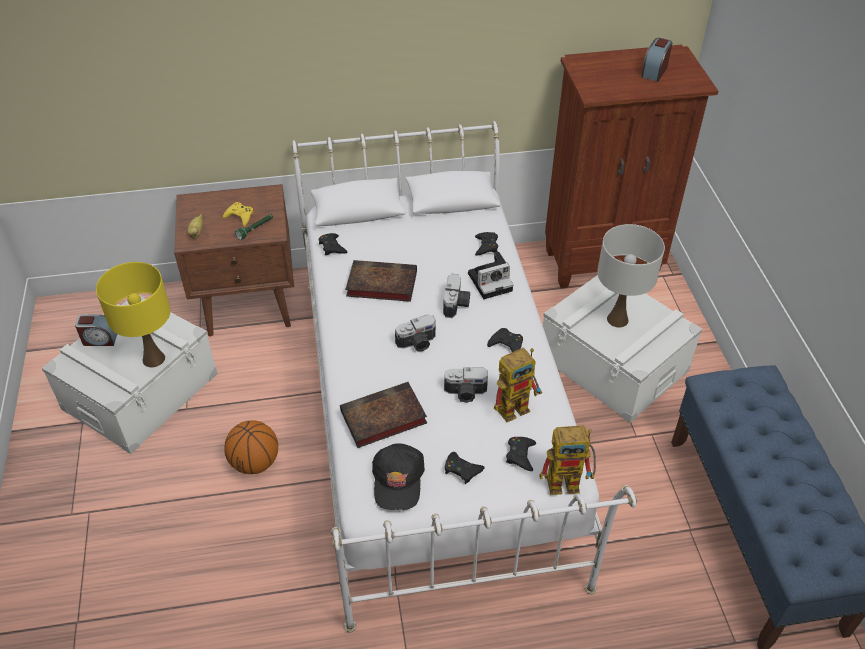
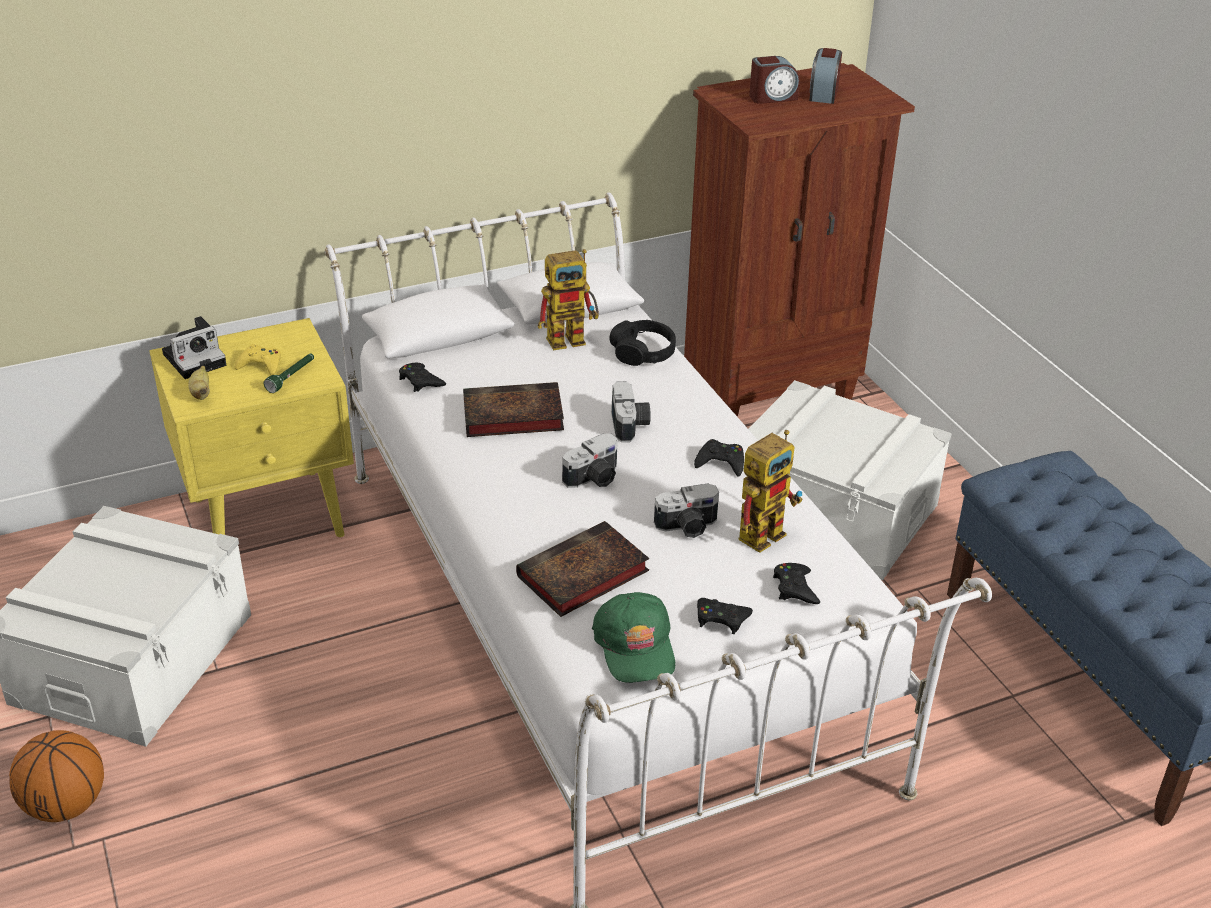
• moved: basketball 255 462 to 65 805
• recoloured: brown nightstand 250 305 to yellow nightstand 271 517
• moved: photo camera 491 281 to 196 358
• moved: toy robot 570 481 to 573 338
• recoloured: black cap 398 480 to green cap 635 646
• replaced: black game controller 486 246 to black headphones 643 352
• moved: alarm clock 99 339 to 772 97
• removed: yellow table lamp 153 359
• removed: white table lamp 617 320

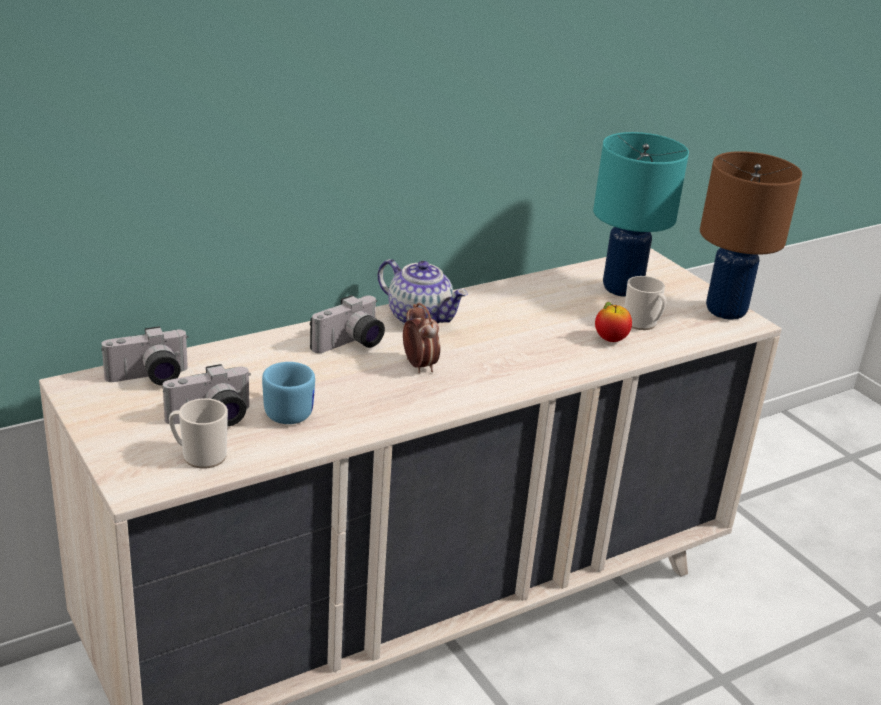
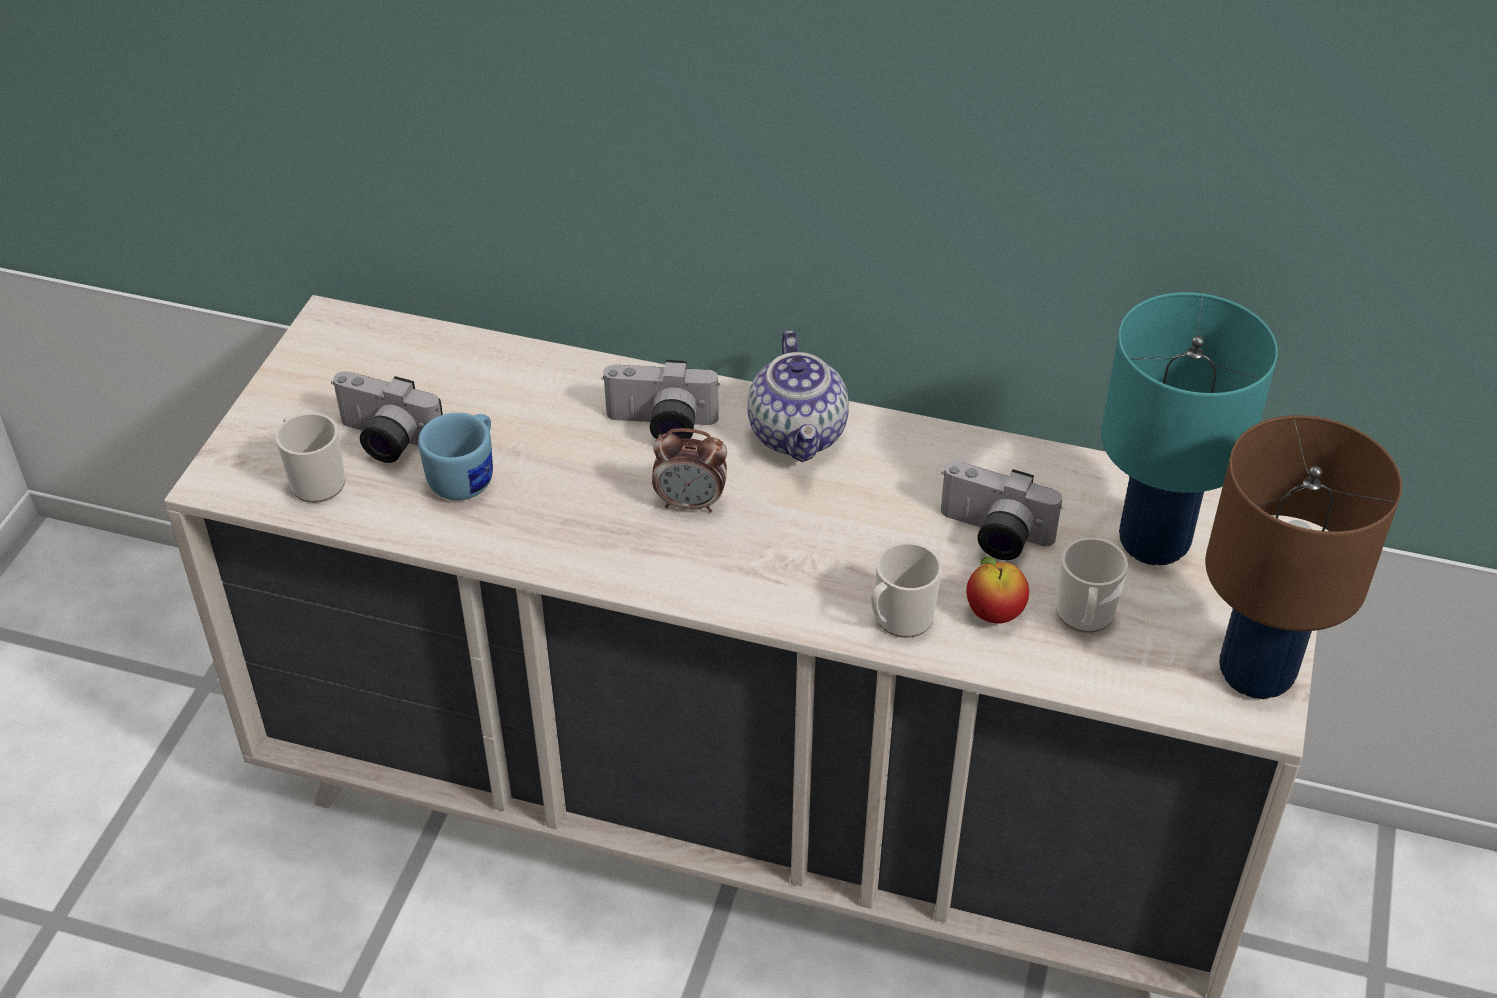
• turned: alarm clock 419 365 = 691 503 75 degrees clockwise
• added: mug 899 620
• moved: photo camera 149 379 to 992 536

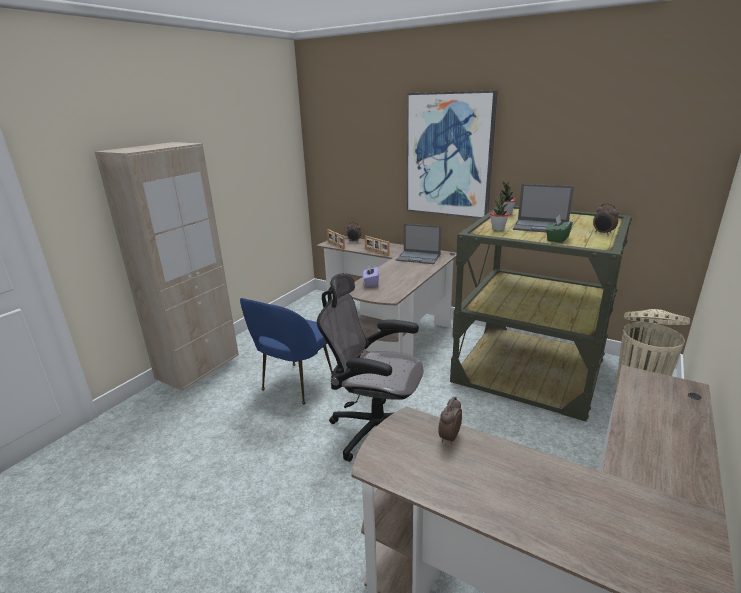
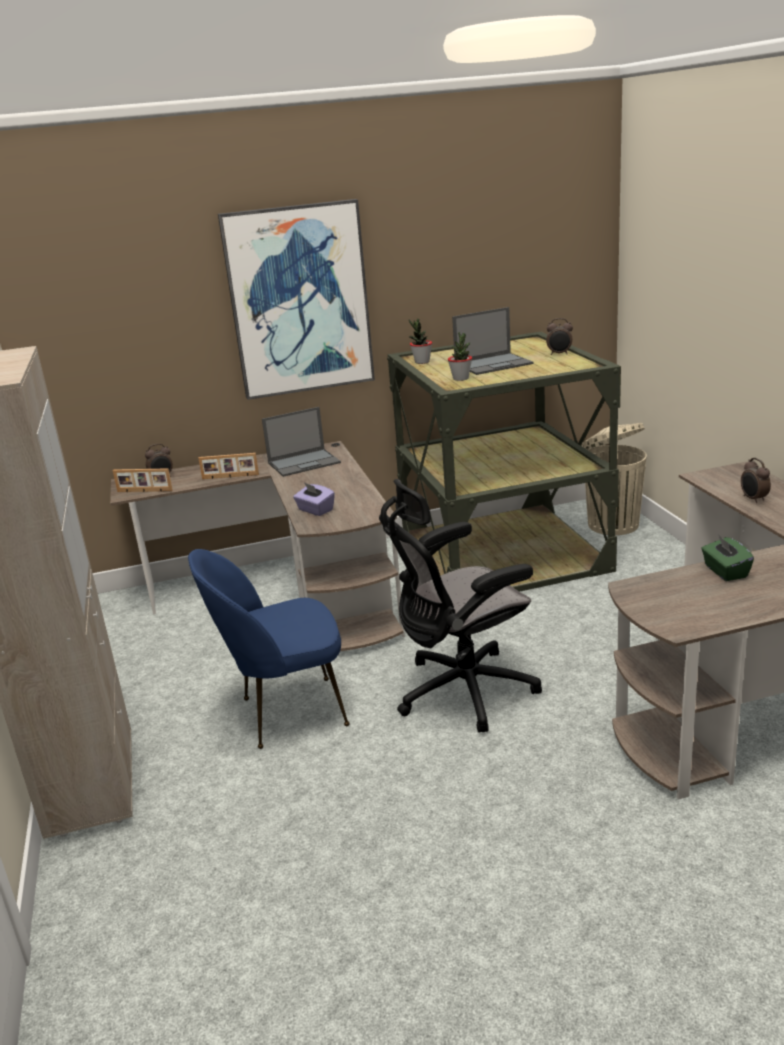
• turned: blue chair 294 386 = 284 714 90 degrees clockwise
• moved: green tissue box 557 239 to 725 571
• moved: alarm clock 449 437 to 753 499

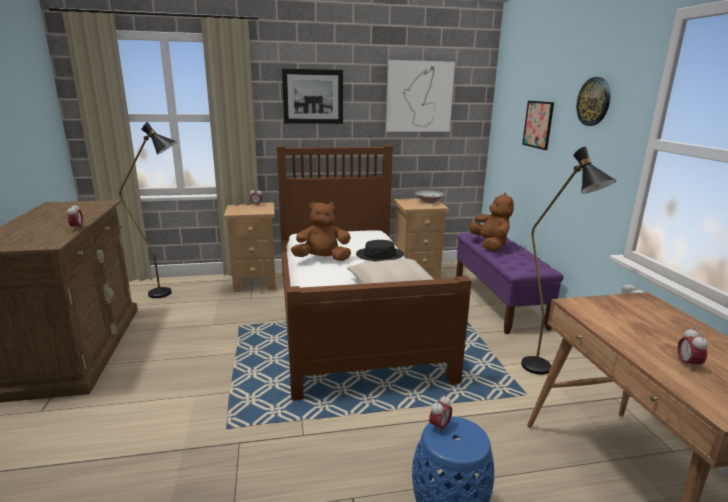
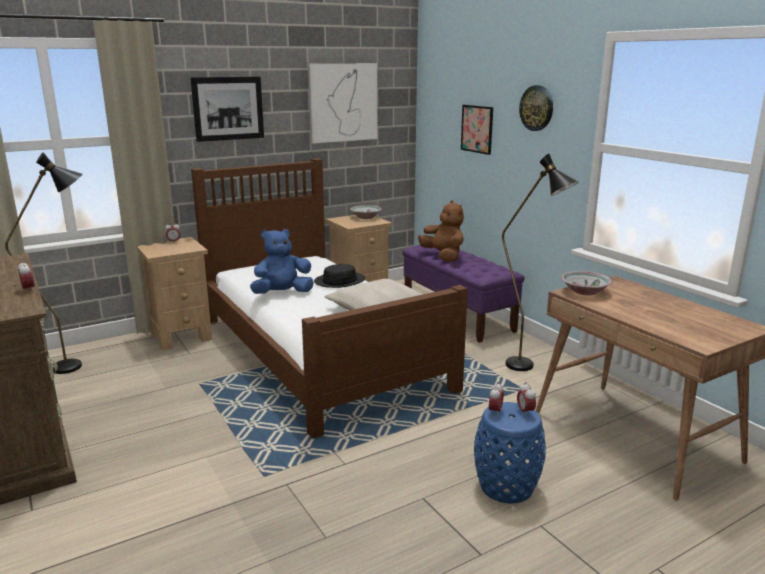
• recoloured: brown plush toy 322 259 to blue plush toy 282 293
• moved: alarm clock 687 364 to 525 412
• added: bowl 584 292

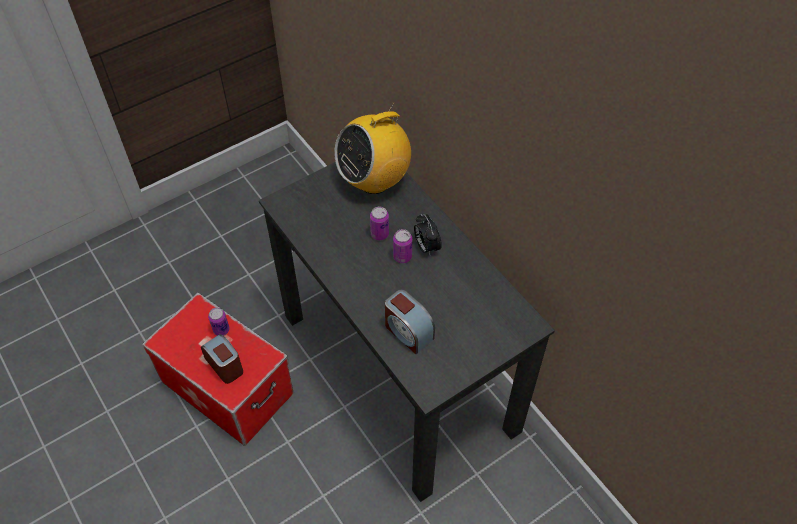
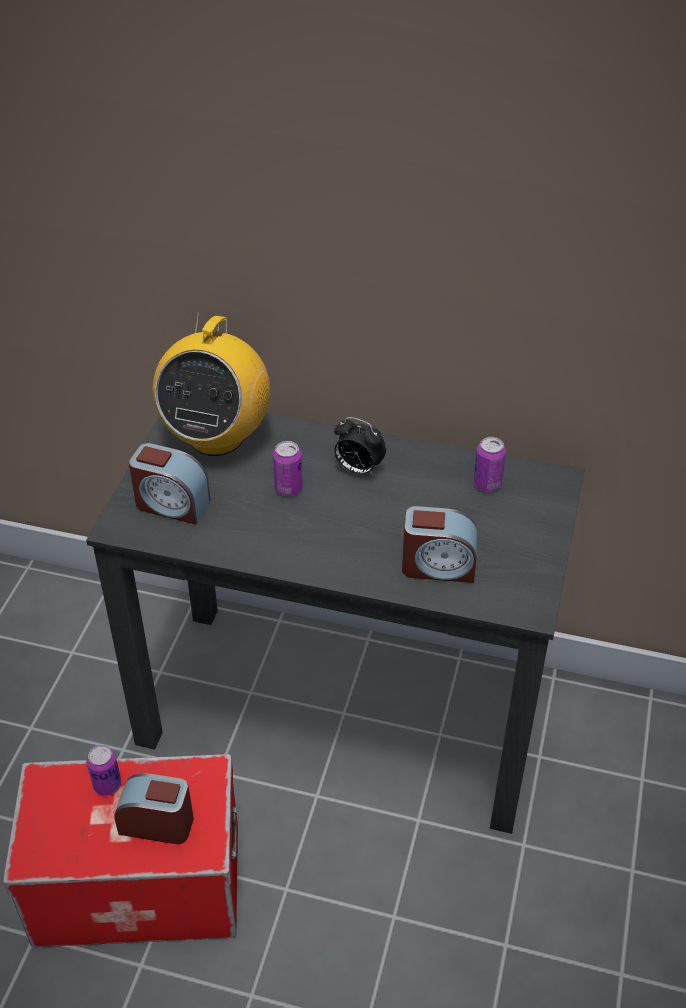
• added: alarm clock 171 504
• moved: can 402 257 to 487 484

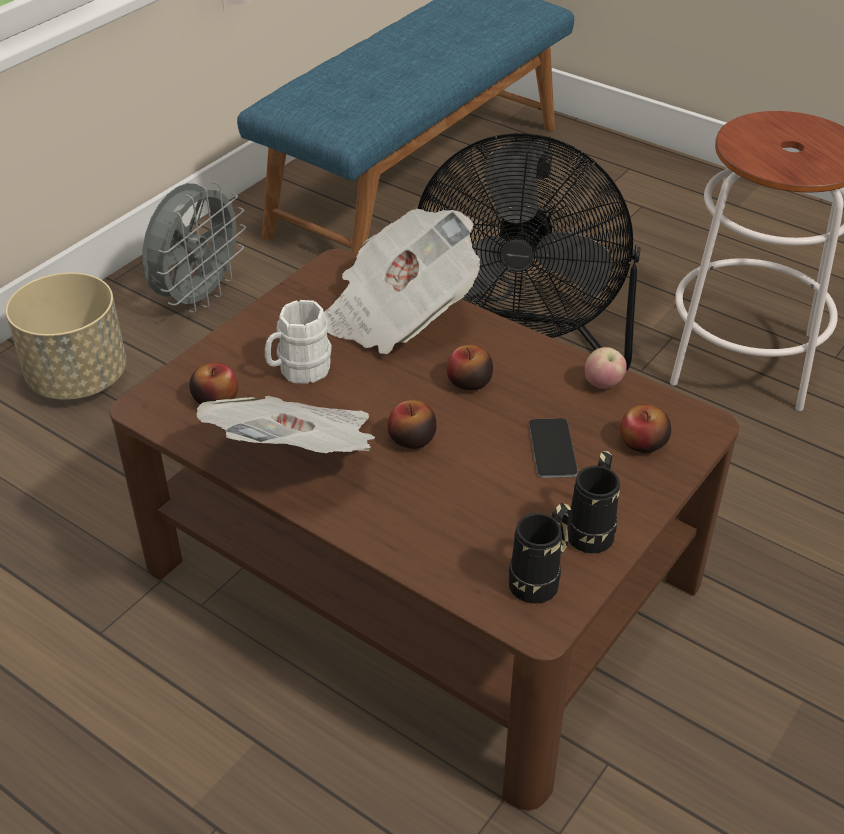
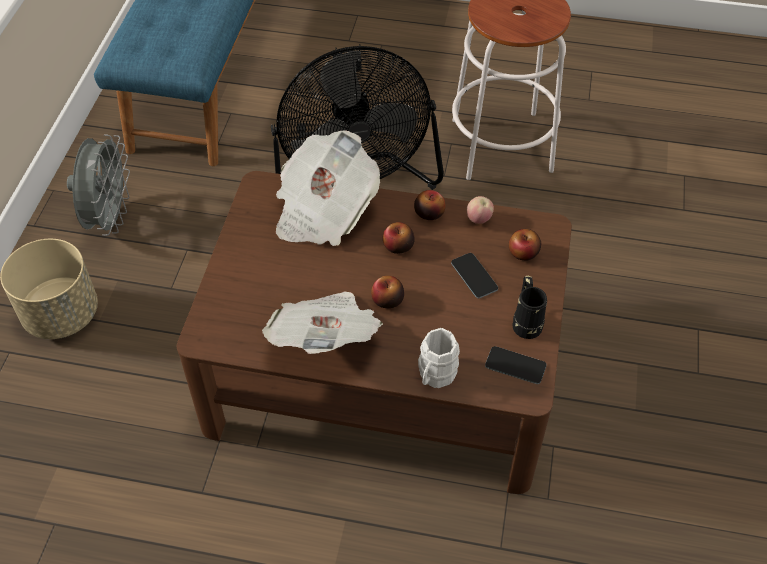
• moved: apple 216 399 to 429 213
• moved: white mug 298 370 to 435 375
• replaced: black mug 541 579 to phone 515 365

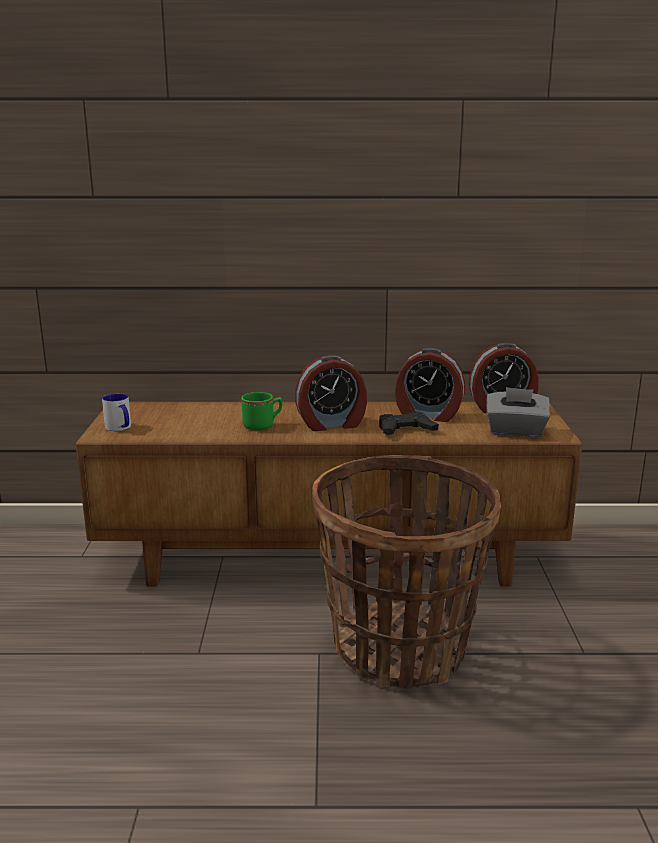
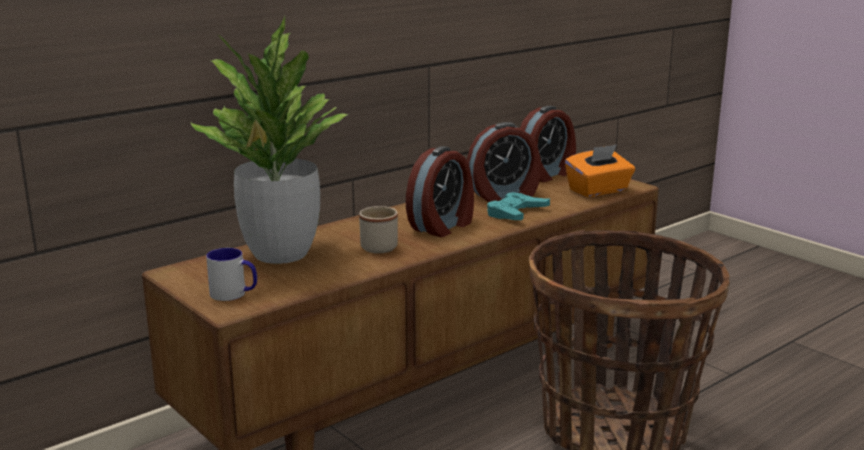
• added: potted plant 280 254
• recoloured: green mug 263 425 to beige mug 382 246
• recoloured: black game controller 405 430 to turquoise game controller 516 213
• recoloured: grey tissue box 515 431 to orange tissue box 598 190

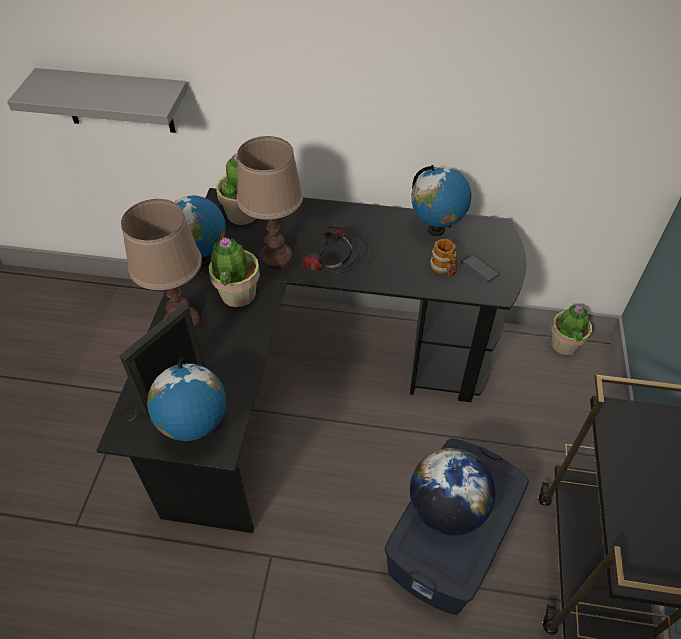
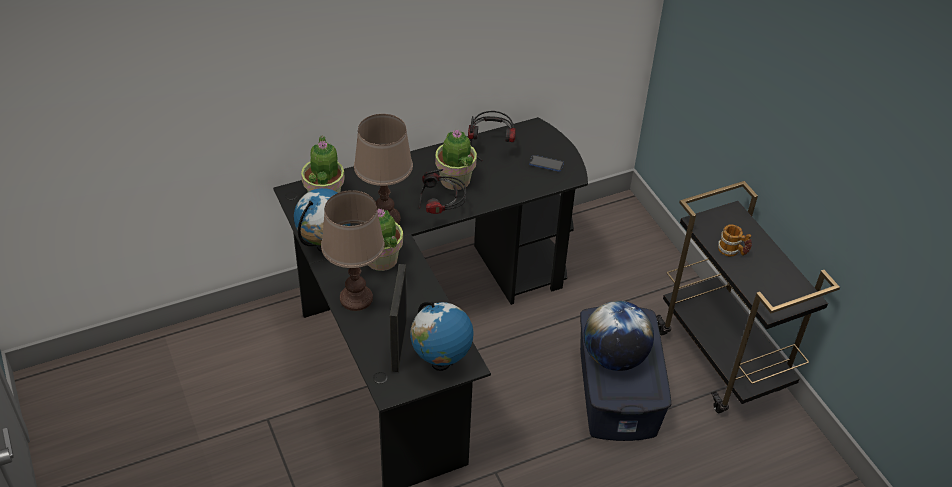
• moved: potted plant 564 345 to 455 180
• replaced: globe 436 230 to headphones 491 147
• moved: mug 444 269 to 732 251
• removed: grey shelf 117 101

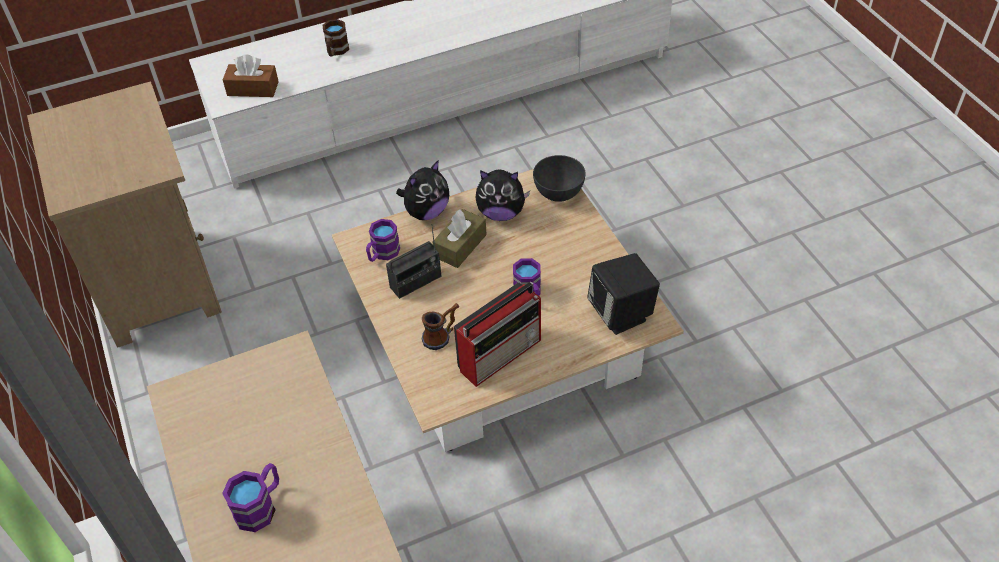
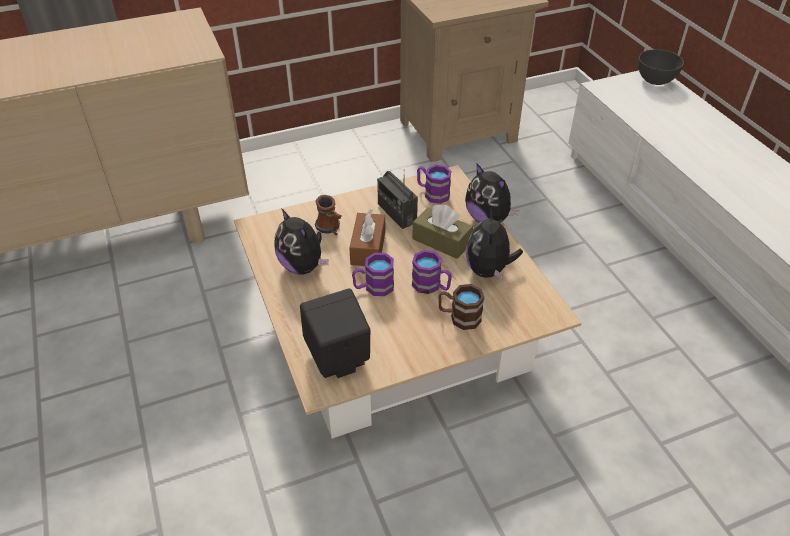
• replaced: radio 501 353 to plush toy 303 266
• moved: brown tissue box 253 89 to 368 248
• moved: purple mug 260 506 to 431 286
• moved: brown mug 336 51 to 459 317
• moved: grey bowl 558 193 to 655 80

